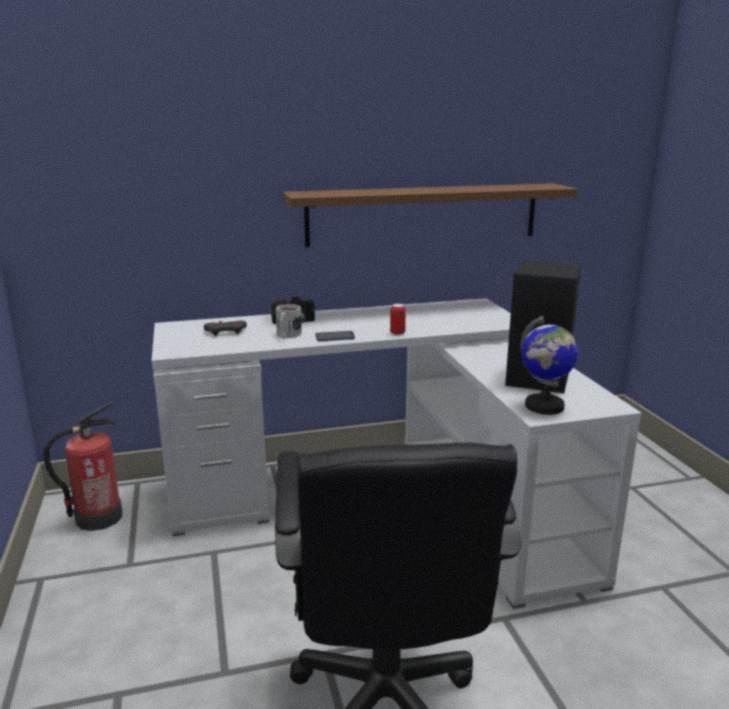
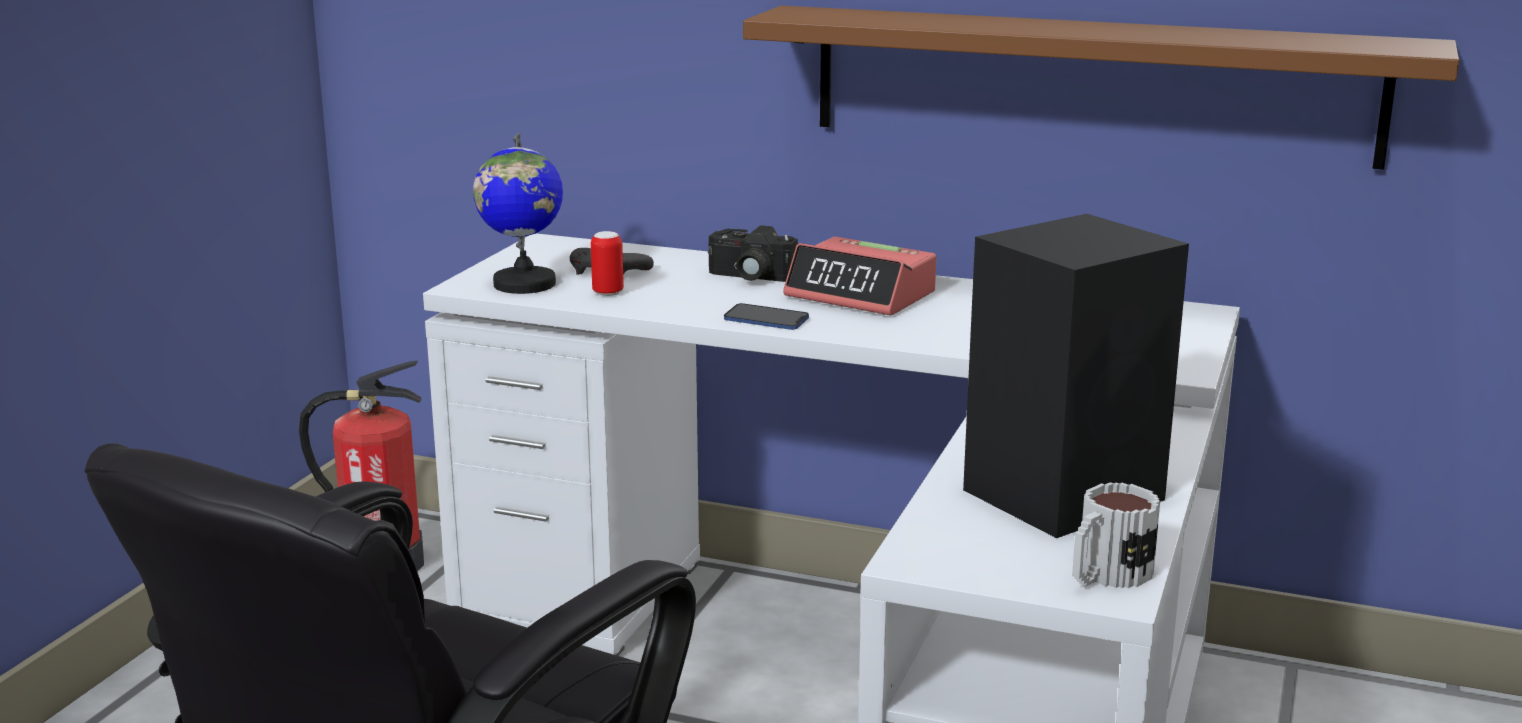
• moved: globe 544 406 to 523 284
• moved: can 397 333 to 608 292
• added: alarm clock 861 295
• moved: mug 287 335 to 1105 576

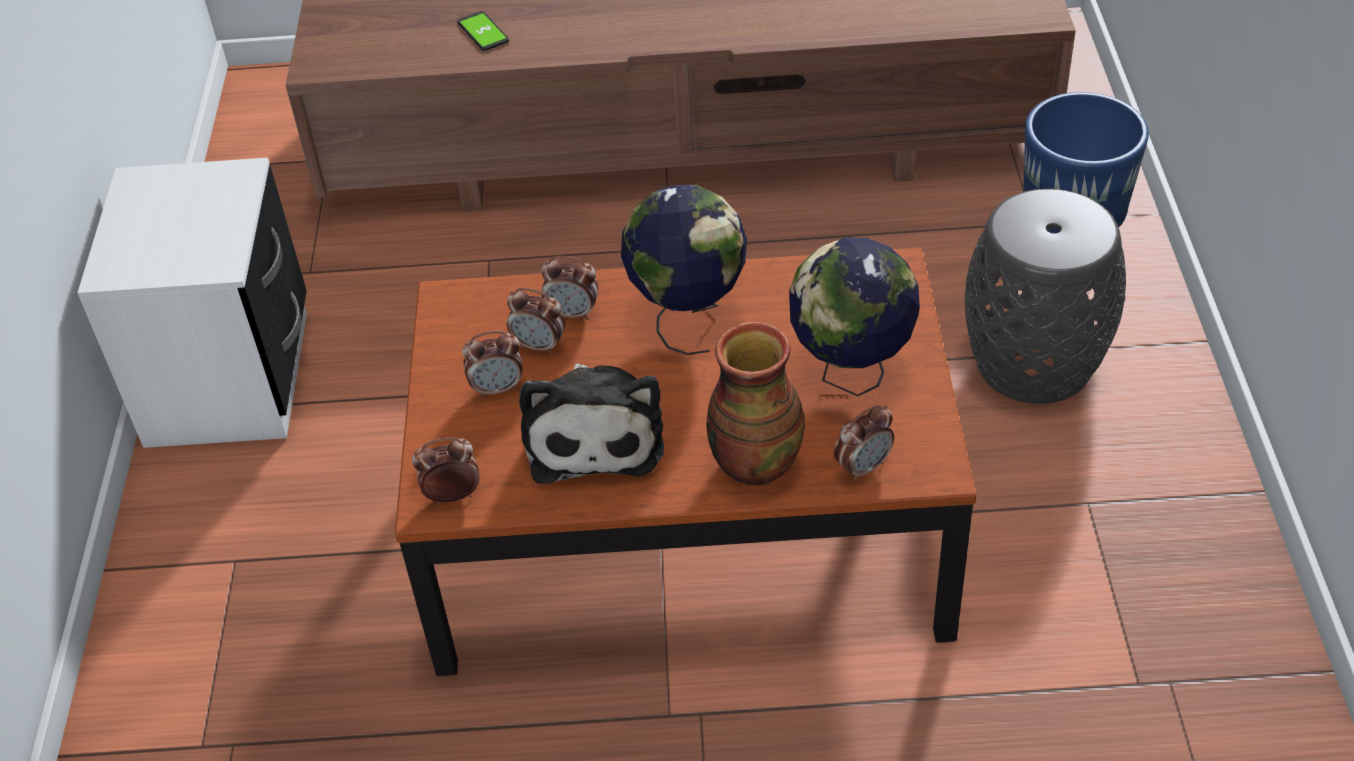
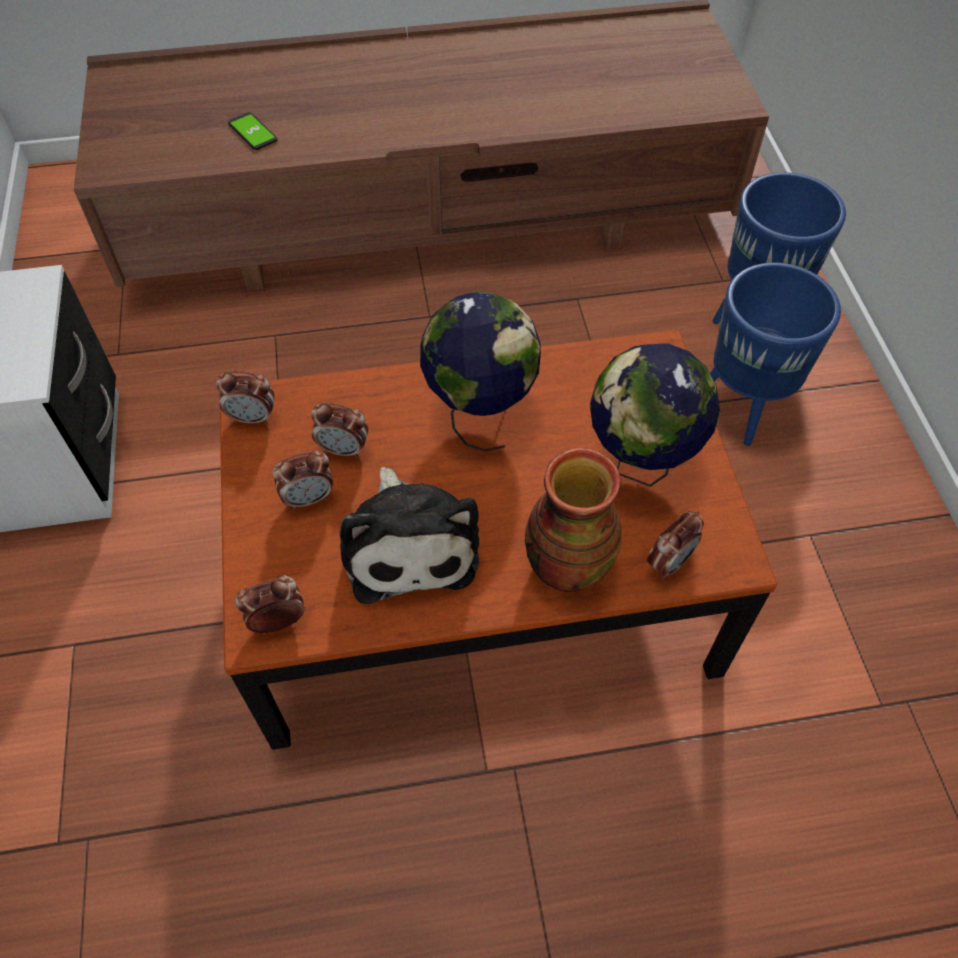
• moved: alarm clock 573 313 to 253 418
• replaced: grey stool 1034 364 to blue planter 745 408

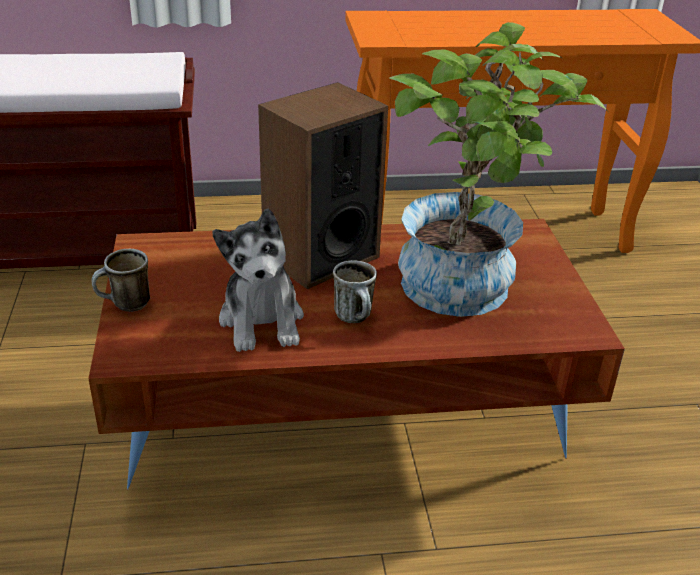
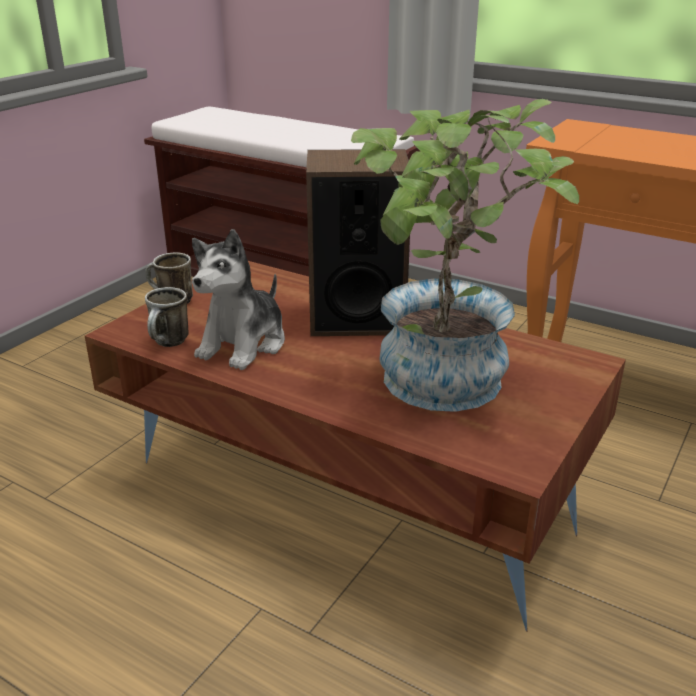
• moved: mug 357 318 to 169 344

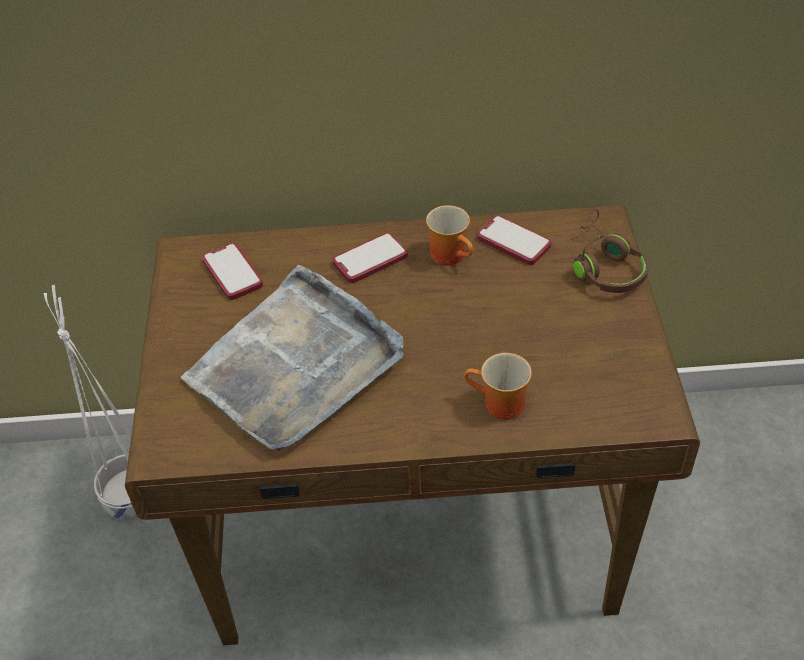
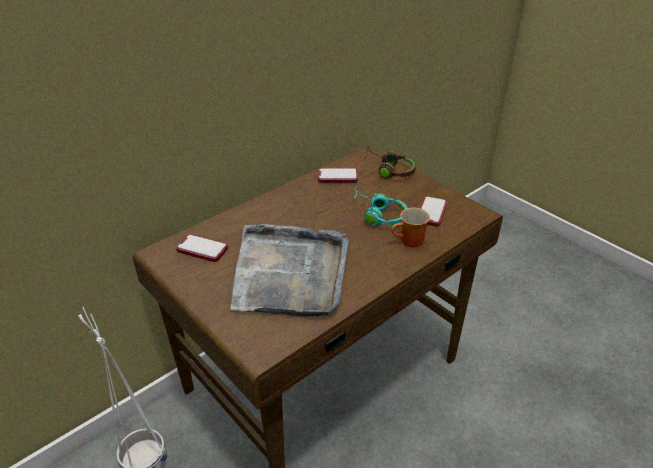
• added: turquoise headphones 378 215
• moved: phone 370 259 to 431 212
• removed: mug 452 255

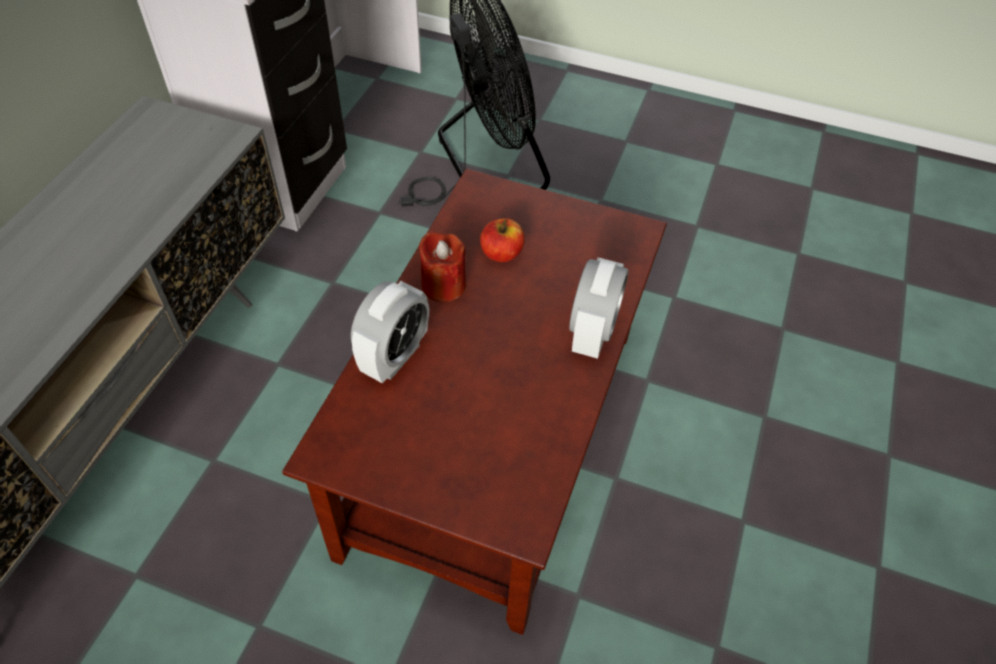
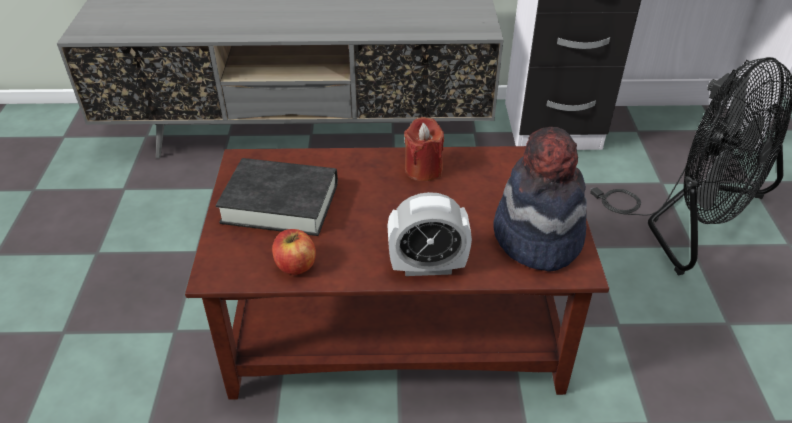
• added: black book 280 203
• moved: apple 501 253 to 295 265
• added: hat 536 237
• removed: alarm clock 394 357

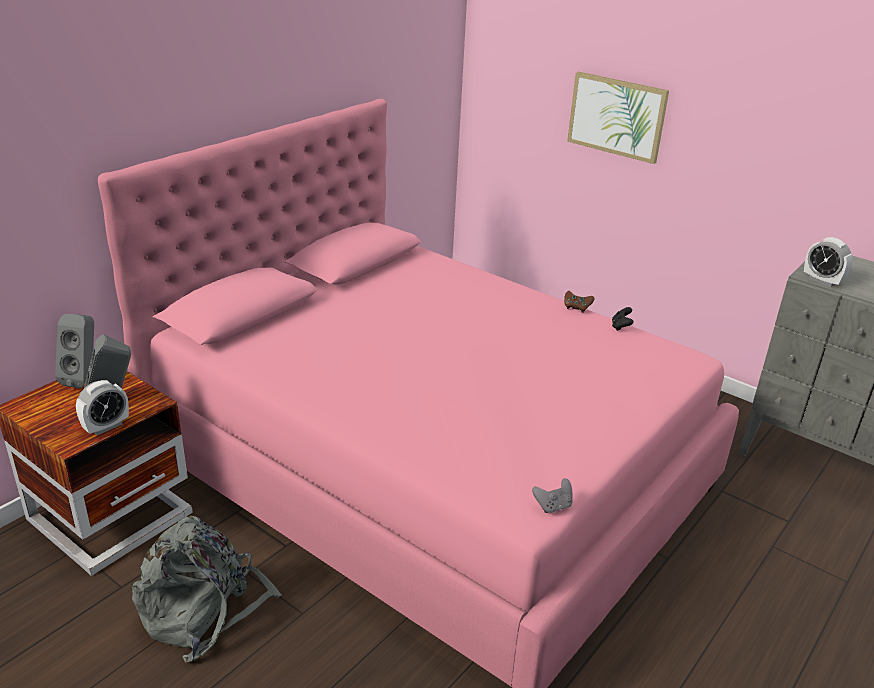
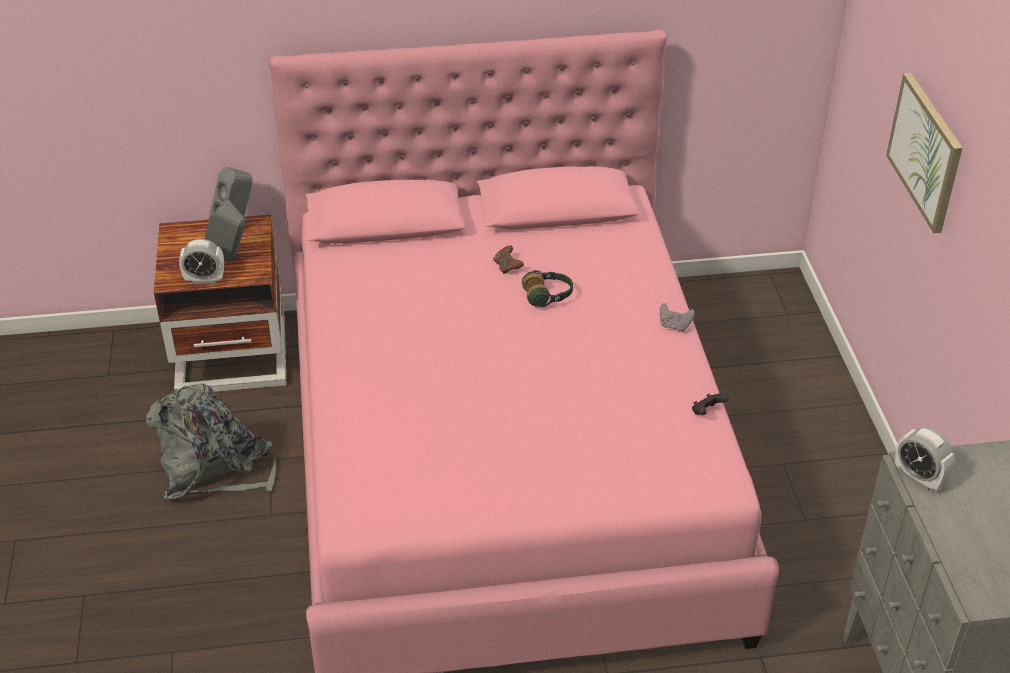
• moved: brown game controller 576 307 to 507 267
• added: headphones 548 296
• moved: grey game controller 553 506 to 674 326
• turned: alarm clock 822 281 = 919 478 45 degrees counterclockwise

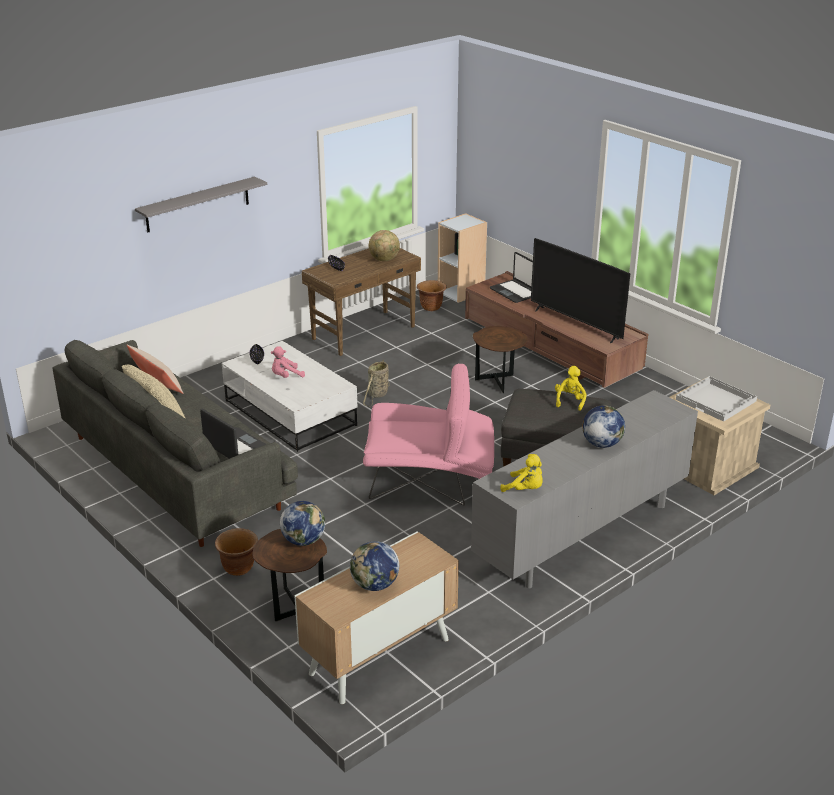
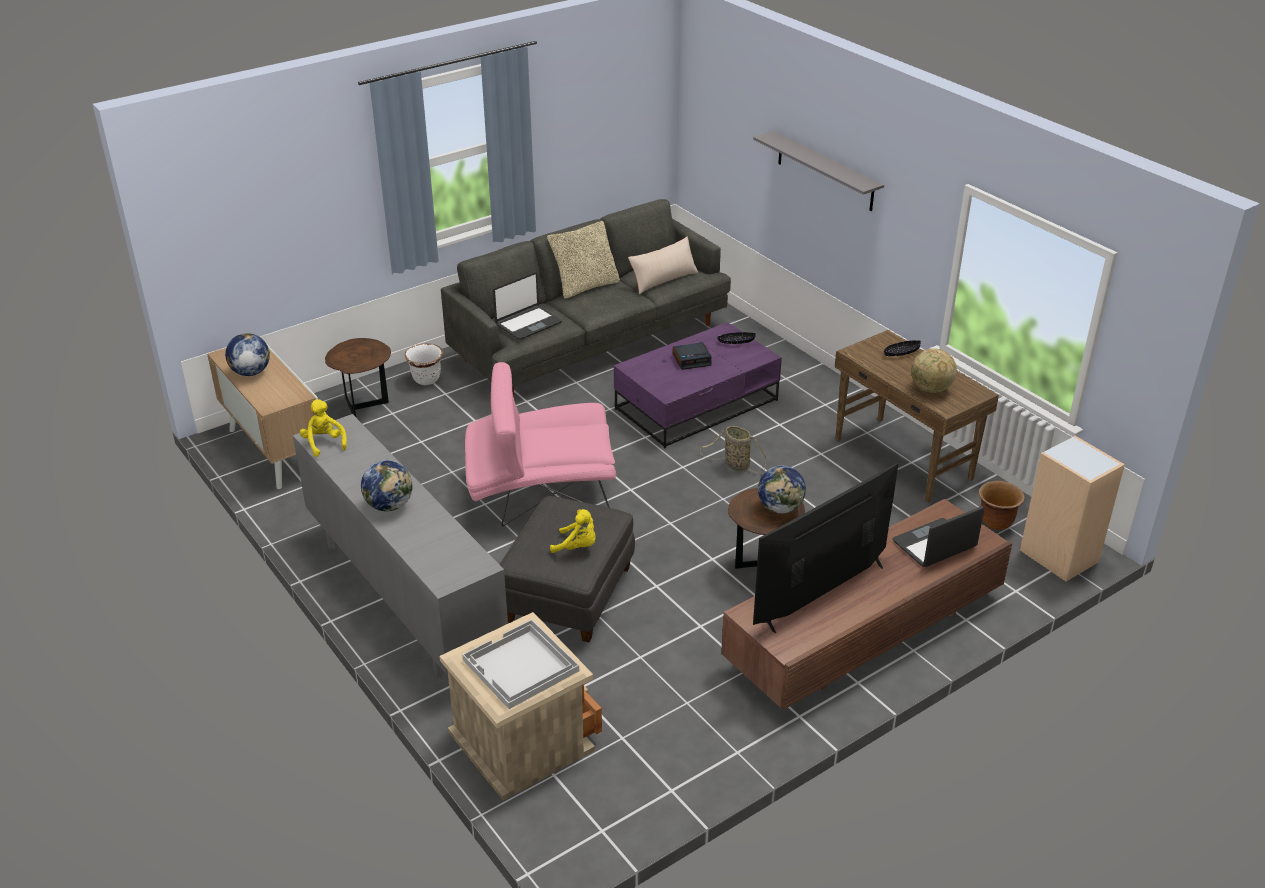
• turned: yellow plush toy 525 489 = 324 443 120 degrees clockwise
• recoloured: brown planter 238 568 to white planter 426 379
• turned: pink armchair 429 480 = 541 493 75 degrees clockwise
• recoloured: white coffee table 289 413 to purple coffee table 697 404
• replaced: pink plush toy 286 376 to alarm clock 692 360
• moved: globe 303 540 to 780 508

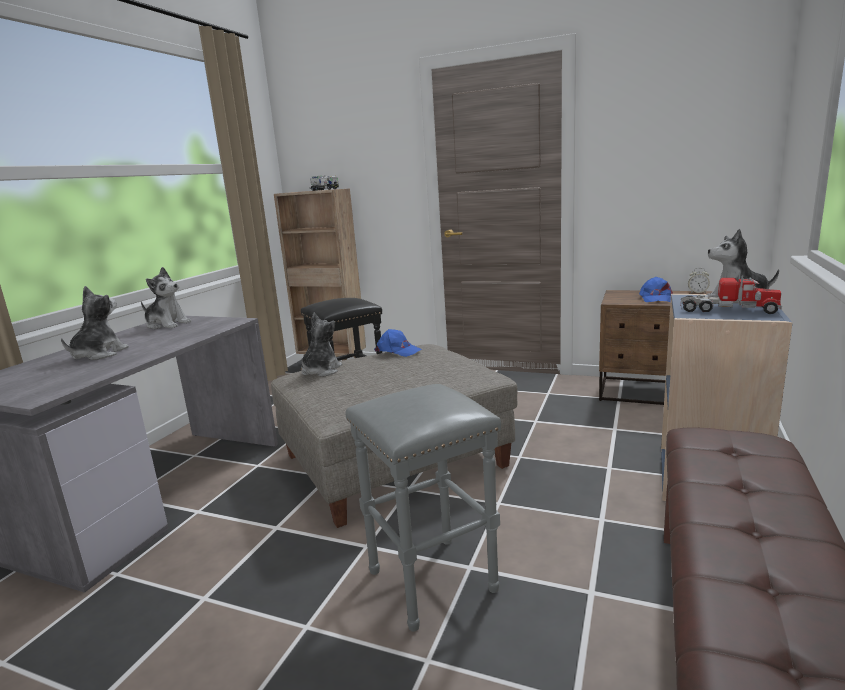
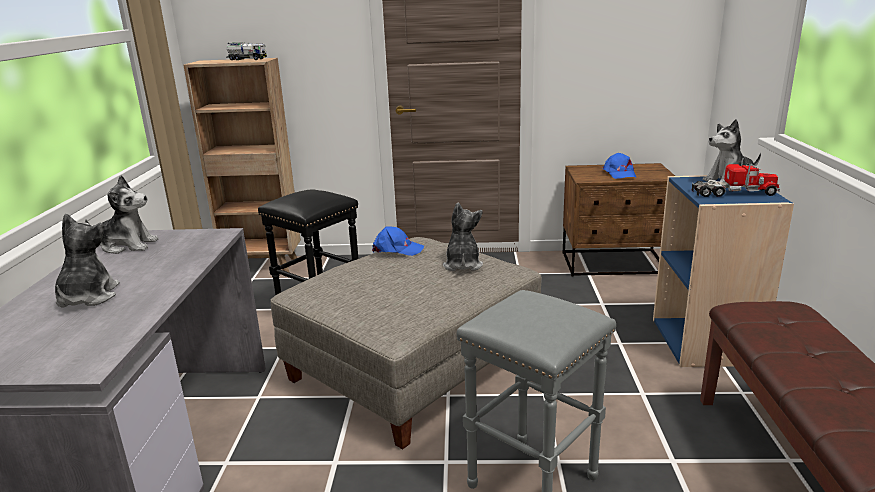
• moved: plush toy 320 371 to 462 265
• removed: alarm clock 697 293

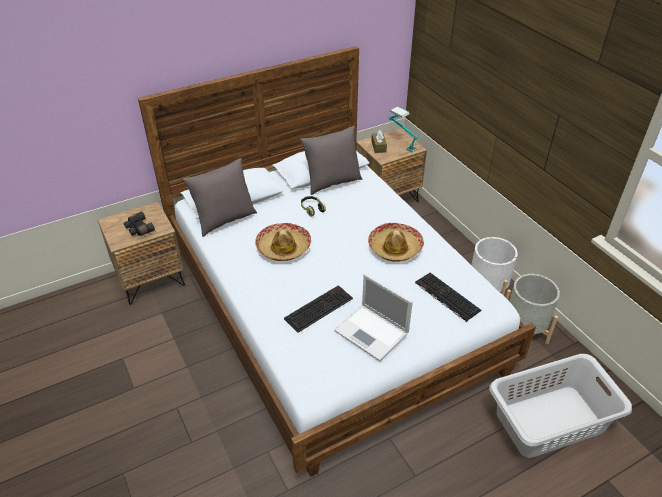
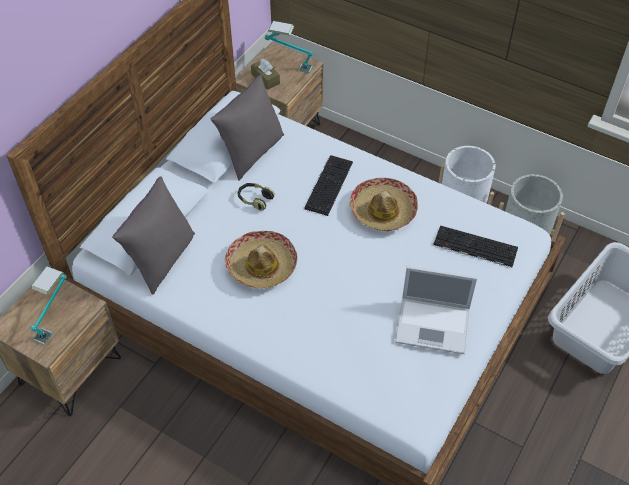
• replaced: black binoculars 138 229 to table lamp 55 320
• moved: keyboard 318 307 to 328 184

